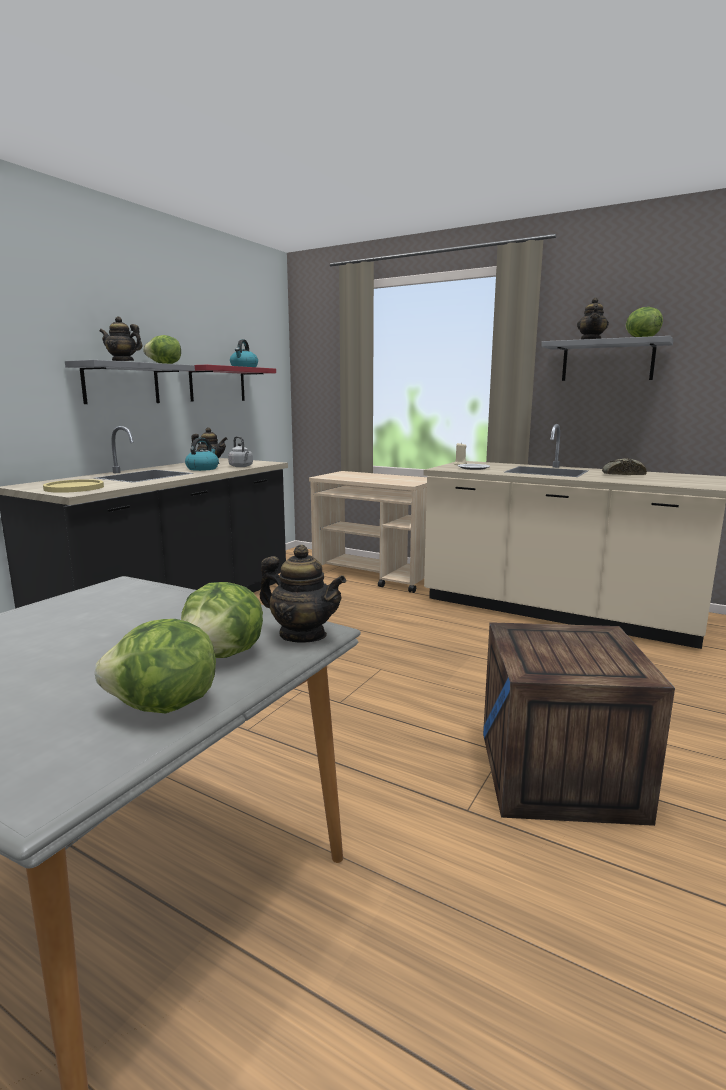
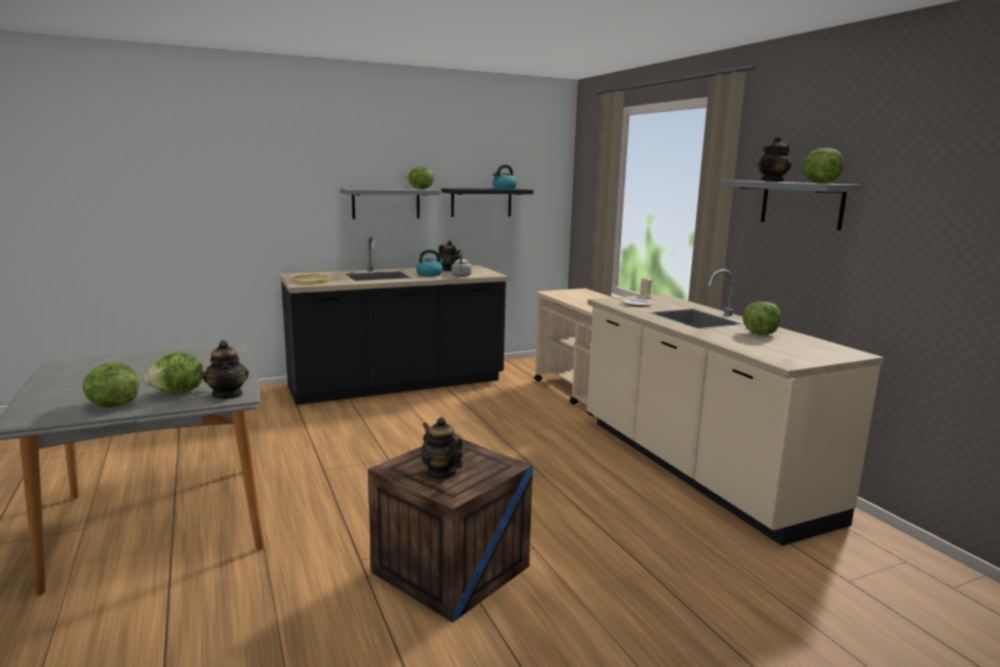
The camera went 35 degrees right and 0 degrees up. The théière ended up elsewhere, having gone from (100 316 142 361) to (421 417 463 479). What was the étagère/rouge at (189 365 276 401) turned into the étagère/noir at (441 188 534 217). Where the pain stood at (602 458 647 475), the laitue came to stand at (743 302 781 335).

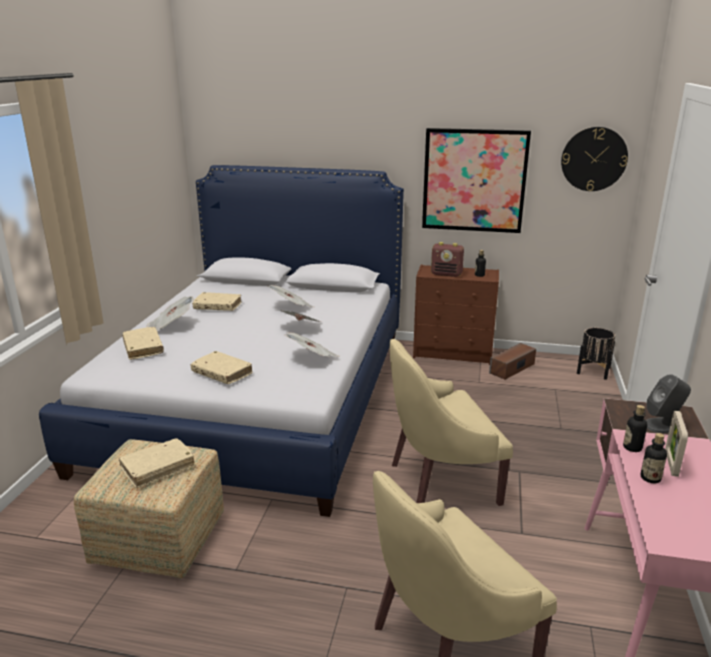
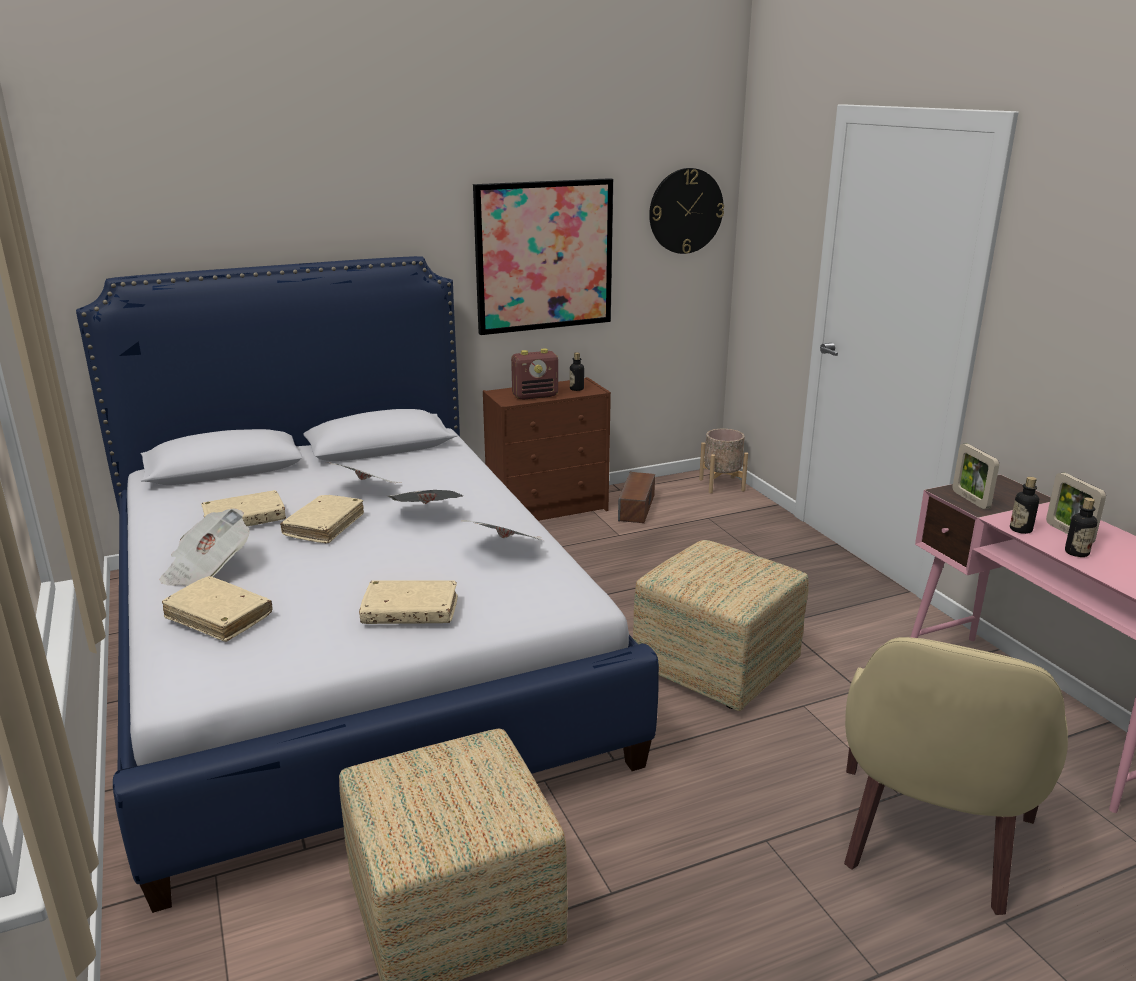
The camera went 35 degrees left and 0 degrees up. The livre/beige ended up elsewhere, having gone from (119 438 195 488) to (280 495 364 543). Where the fauteuil/beige stood at (390 339 513 506), the pouf came to stand at (633 540 809 711). What was the cache-pot/noir at (577 328 615 380) turned into the cache-pot/beige at (699 429 748 493). The second view gained the cadre photo at (953 444 999 509). The second view lost the enceinte/gris at (646 374 691 433).

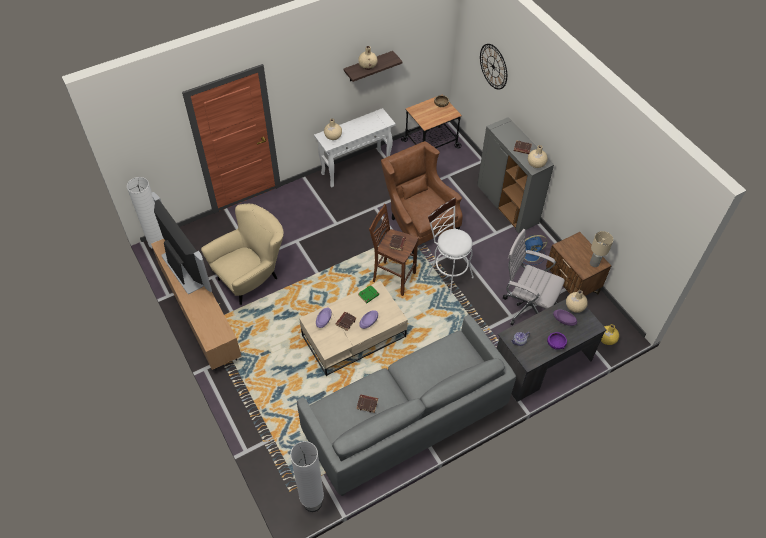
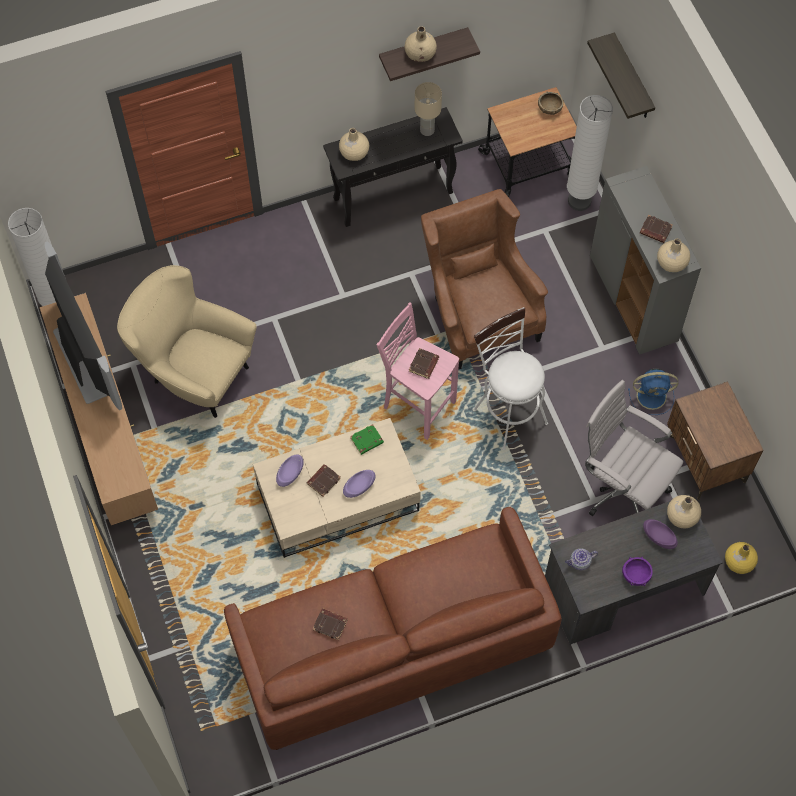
The camera went 10 degrees right and 10 degrees up. The fauteuil/beige at (201 204 284 305) ended up facing another way, 120 degrees counterclockwise from before. What was the canapé/gris at (297 315 516 496) turned into the canapé/marron at (224 507 562 750). What was the table console/blanc at (314 108 396 188) turned into the table console/noir at (323 107 463 227). What was the tabouret/marron at (369 204 418 296) turned into the tabouret/rose at (377 302 459 440). The lampe de table/beige ended up elsewhere, having gone from (590 231 613 267) to (415 82 442 136). The lampadaire/blanc ended up elsewhere, having gone from (290 441 324 512) to (567 95 613 211). Where the horloge murale hung at (480 44 507 90), the étagère came to hang at (587 33 655 119).

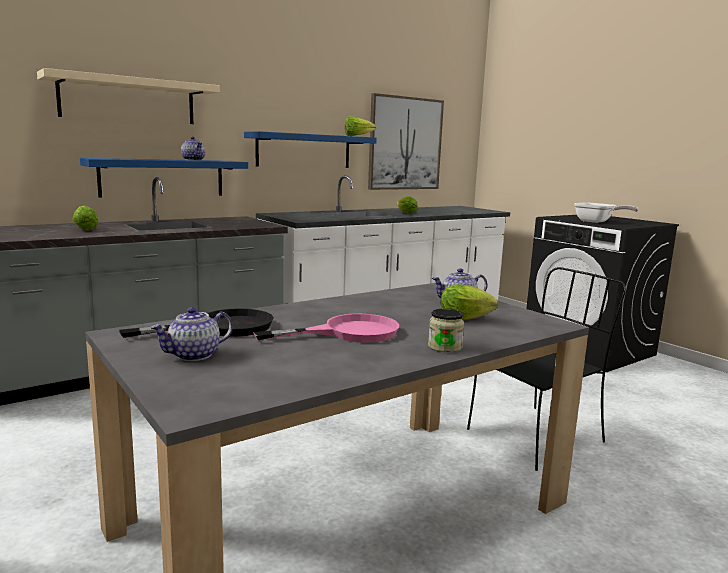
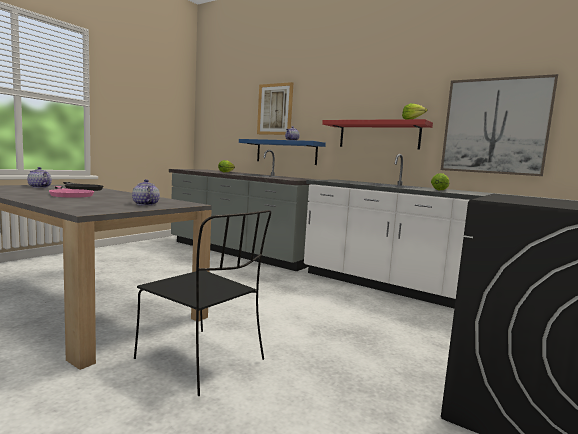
The camera went 70 degrees right and 5 degrees down. Where the étagère/beige hung at (37 68 220 124), the tableau came to hang at (257 82 293 135). What was the étagère/bleu at (244 131 377 168) turned into the étagère/rouge at (322 119 433 149). The second view lost the bocal at (428 309 464 353). The second view lost the laitue at (441 284 498 320). The second view lost the poêle at (574 202 639 223).

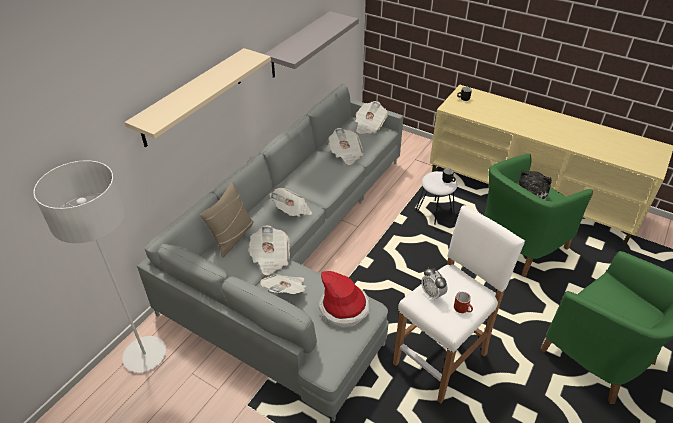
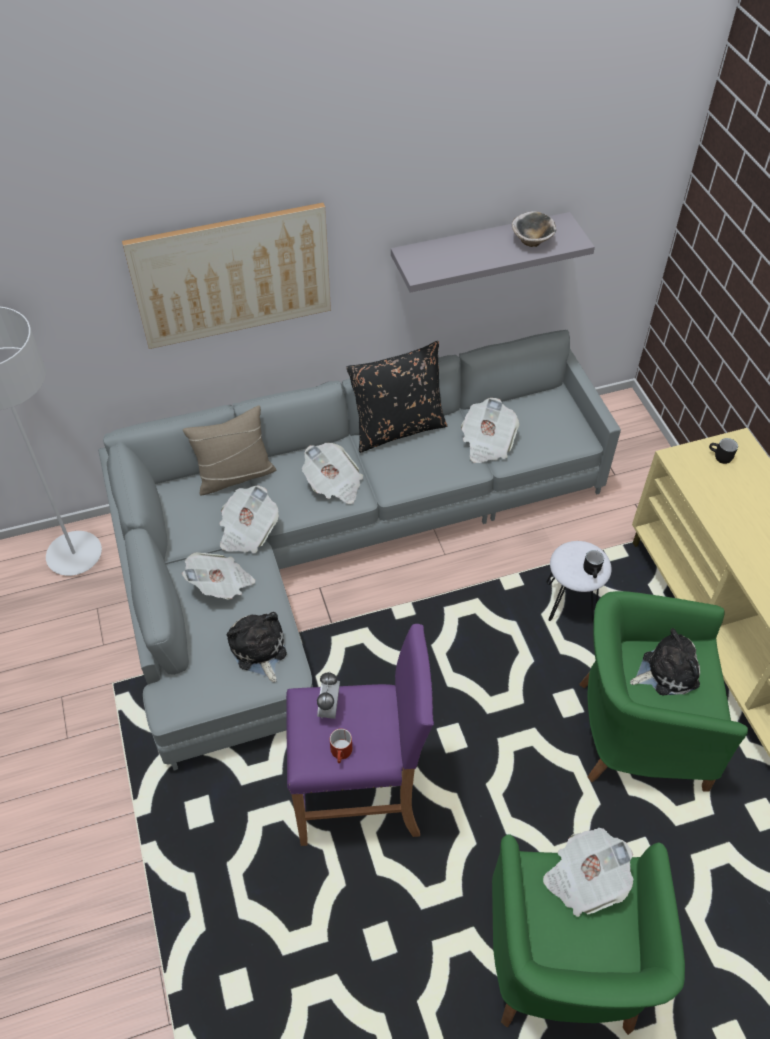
The camera went 40 degrees right and 10 degrees up. Where the étagère/beige hung at (125 48 271 147), the tableau came to hang at (122 203 331 349). Where the chapeau stood at (319 271 370 328), the peluche came to stand at (227 612 287 682). What was the tabouret/blanc at (393 205 525 404) turned into the tabouret/violet at (286 624 434 846). The second view gained the coussin/noir at (346 341 447 453). The second view gained the bol at (512 211 556 247). The journal ended up elsewhere, having gone from (355 101 388 134) to (543 828 634 917).

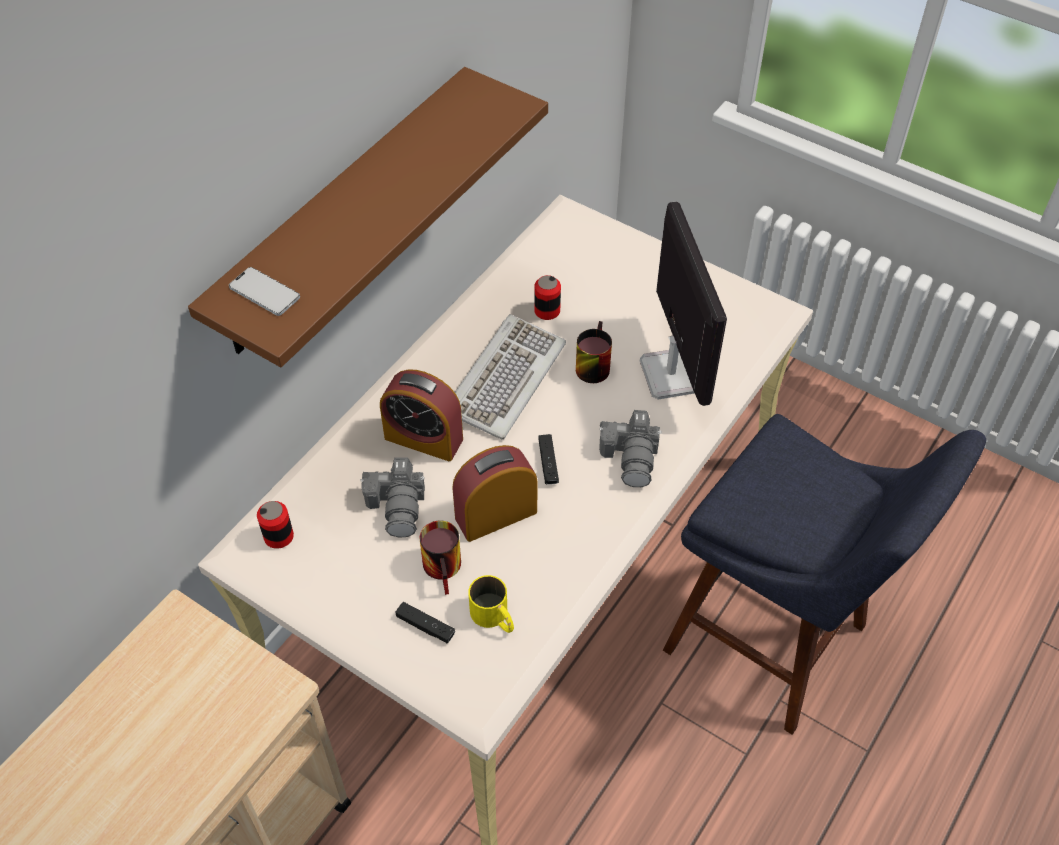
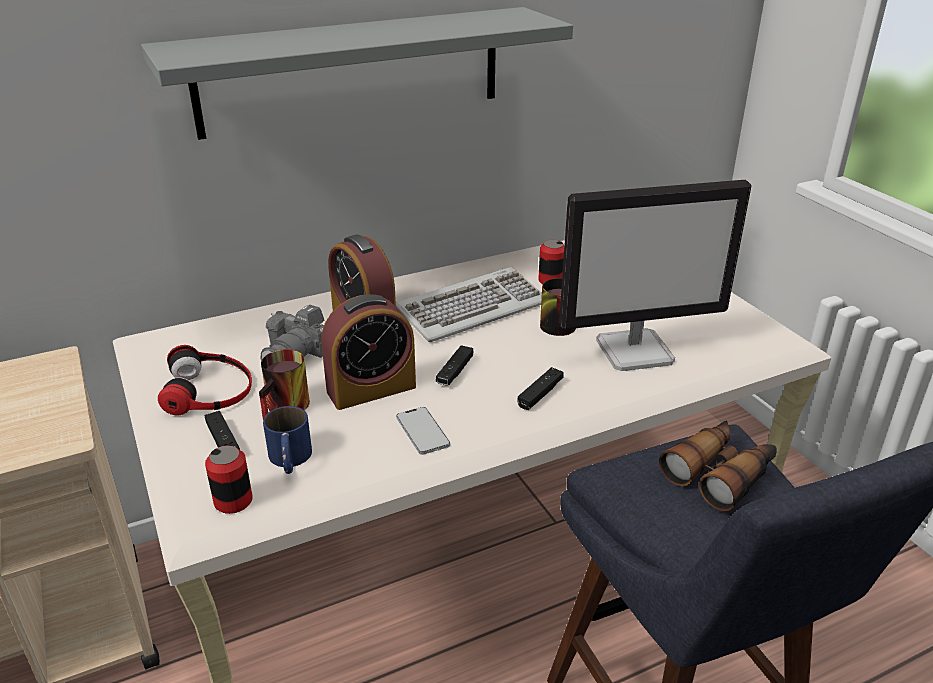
The camera went 30 degrees right and 20 degrees down. What was the étagère/marron at (188 67 548 367) turned into the étagère/gris at (141 7 573 140). The second view gained the casque audio at (158 345 252 415). The boîte métallique ended up elsewhere, having gone from (257 501 294 549) to (205 445 253 514). What was the mug/jaune at (469 575 514 633) turned into the mug/bleu at (263 406 312 474). The réveil at (452 445 538 542) ended up facing another way, 150 degrees clockwise from before. The téléphone ended up elsewhere, having gone from (229 267 300 316) to (396 407 450 455). Where the appareil photo stood at (599 410 662 487), the manette/noir came to stand at (518 367 564 410). The écran d'ordinateur at (640 201 727 406) ended up facing another way, 60 degrees clockwise from before. The second view gained the jumelles at (659 421 777 511).

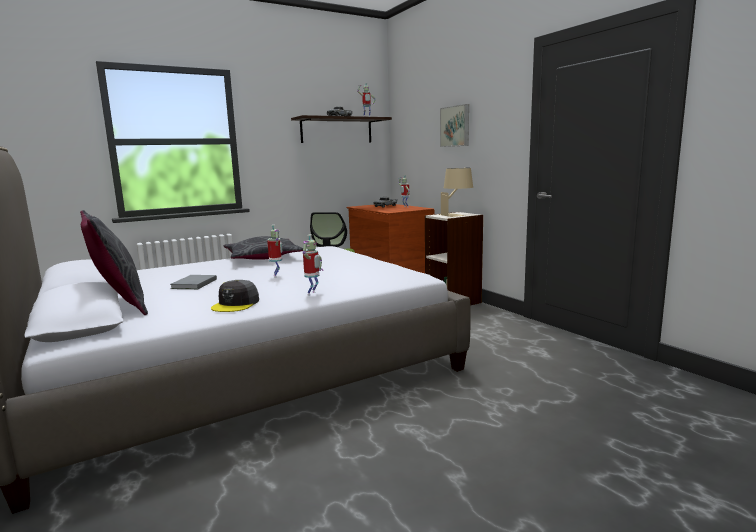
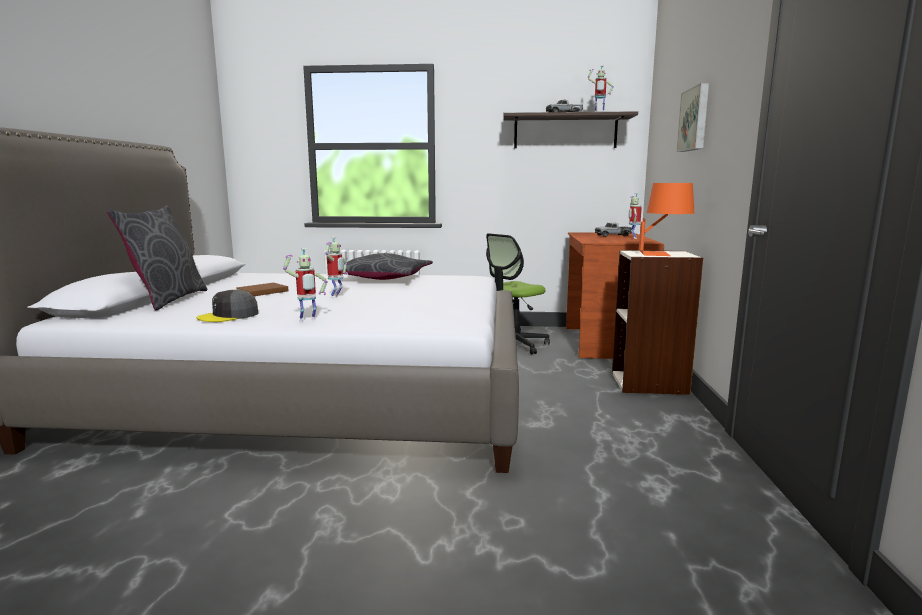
The camera went 35 degrees right and 0 degrees up. What was the livre/gris at (170 275 217 289) turned into the livre/marron at (236 283 288 296). What was the lampe de table/beige at (438 168 473 217) turned into the lampe de table/orange at (639 183 694 256).

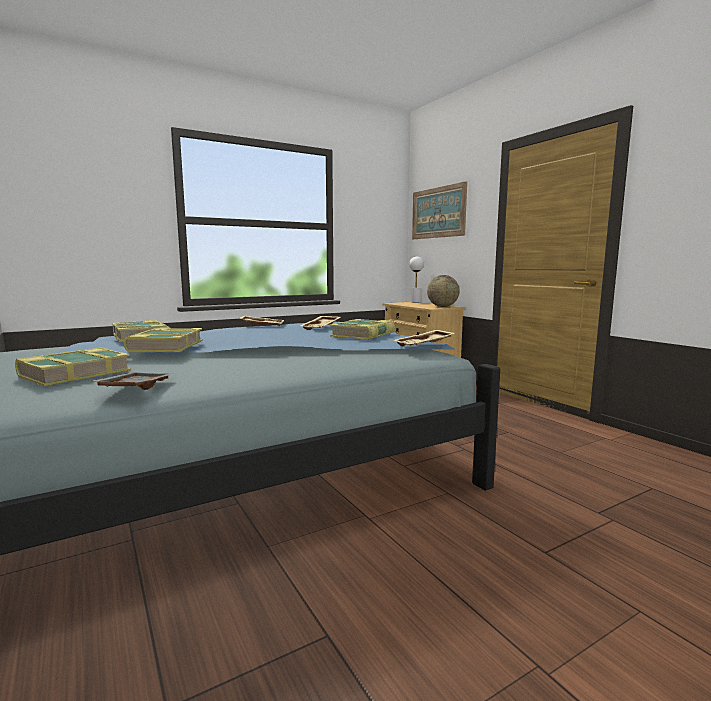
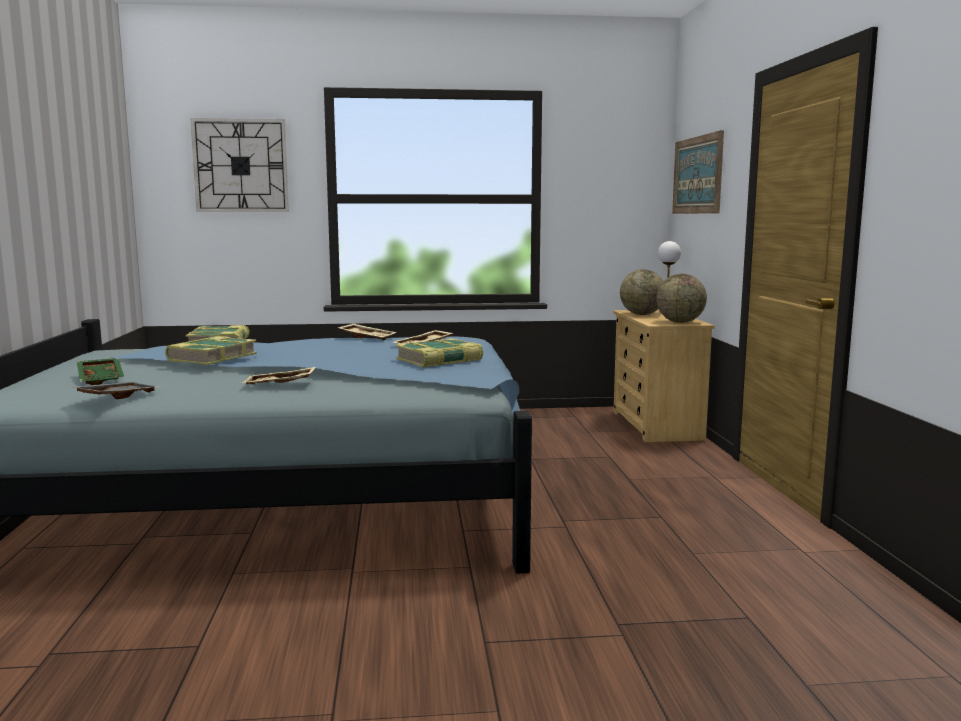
The camera went 25 degrees right and 0 degrees up. Where the livre stood at (15 347 131 386), the plateau/vert came to stand at (77 358 124 385). The second view gained the horloge murale at (190 118 289 212). The plateau/beige ended up elsewhere, having gone from (393 330 455 346) to (241 367 316 385). The second view gained the globe at (620 269 663 315).

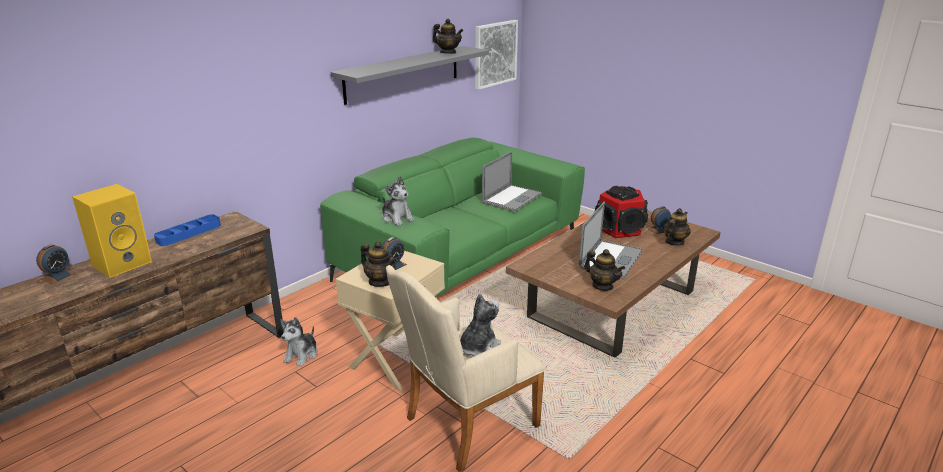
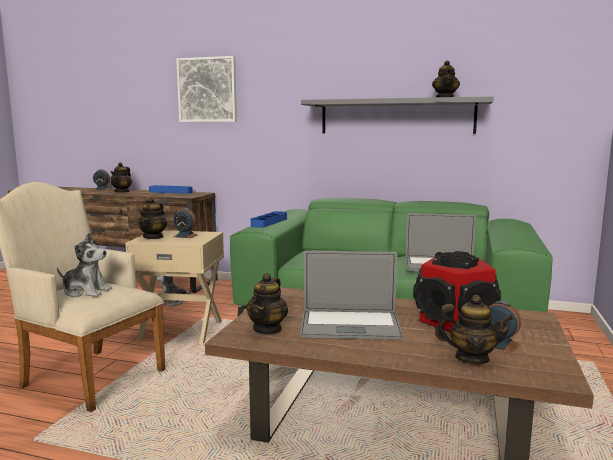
The camera went 65 degrees right and 15 degrees down. Where the enceinte/jaune stood at (72 184 152 278), the théière came to stand at (110 162 132 193). The tableau ended up elsewhere, having gone from (475 20 518 90) to (176 56 237 122). Where the peluche stood at (382 176 415 226), the plateau/bleu came to stand at (251 211 287 228).

